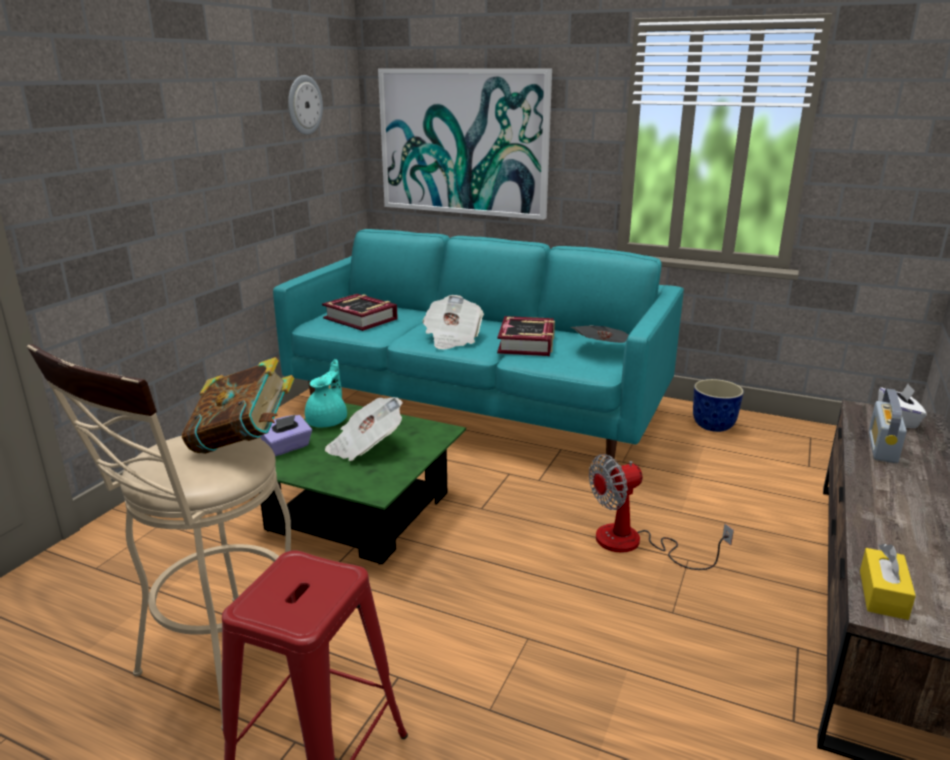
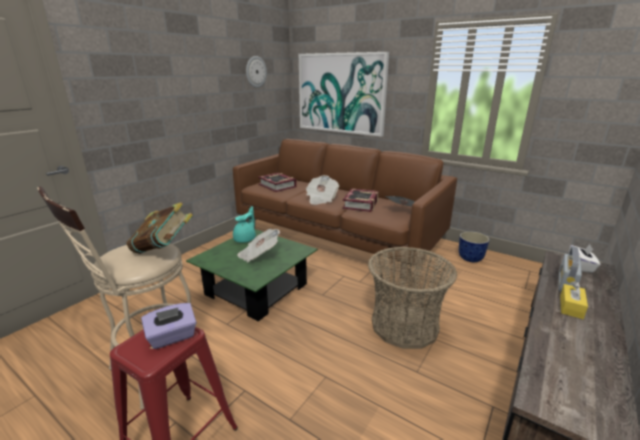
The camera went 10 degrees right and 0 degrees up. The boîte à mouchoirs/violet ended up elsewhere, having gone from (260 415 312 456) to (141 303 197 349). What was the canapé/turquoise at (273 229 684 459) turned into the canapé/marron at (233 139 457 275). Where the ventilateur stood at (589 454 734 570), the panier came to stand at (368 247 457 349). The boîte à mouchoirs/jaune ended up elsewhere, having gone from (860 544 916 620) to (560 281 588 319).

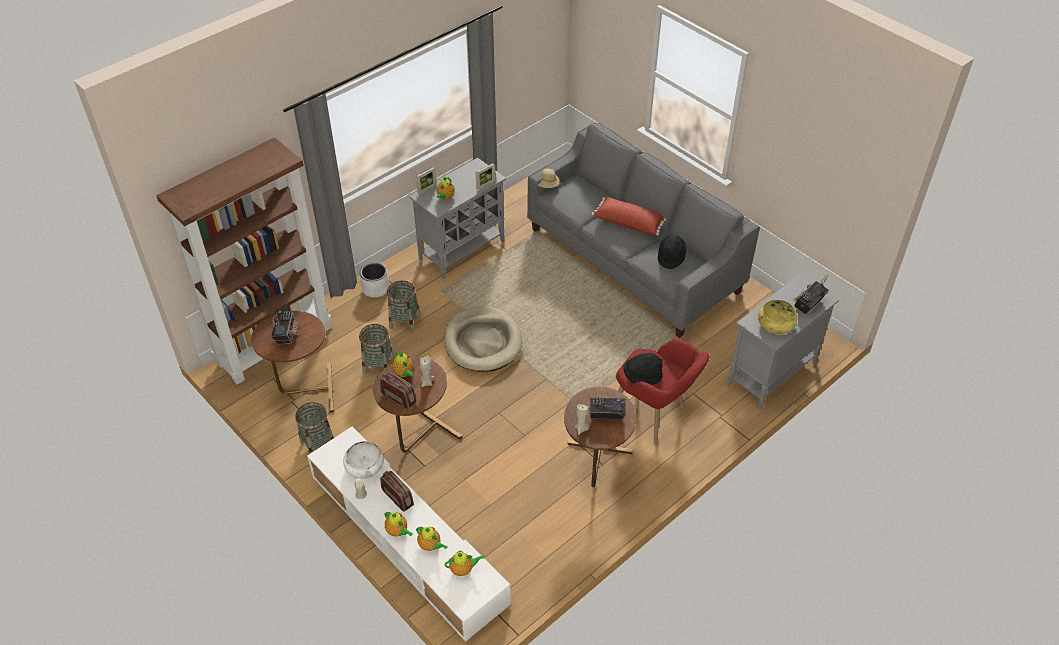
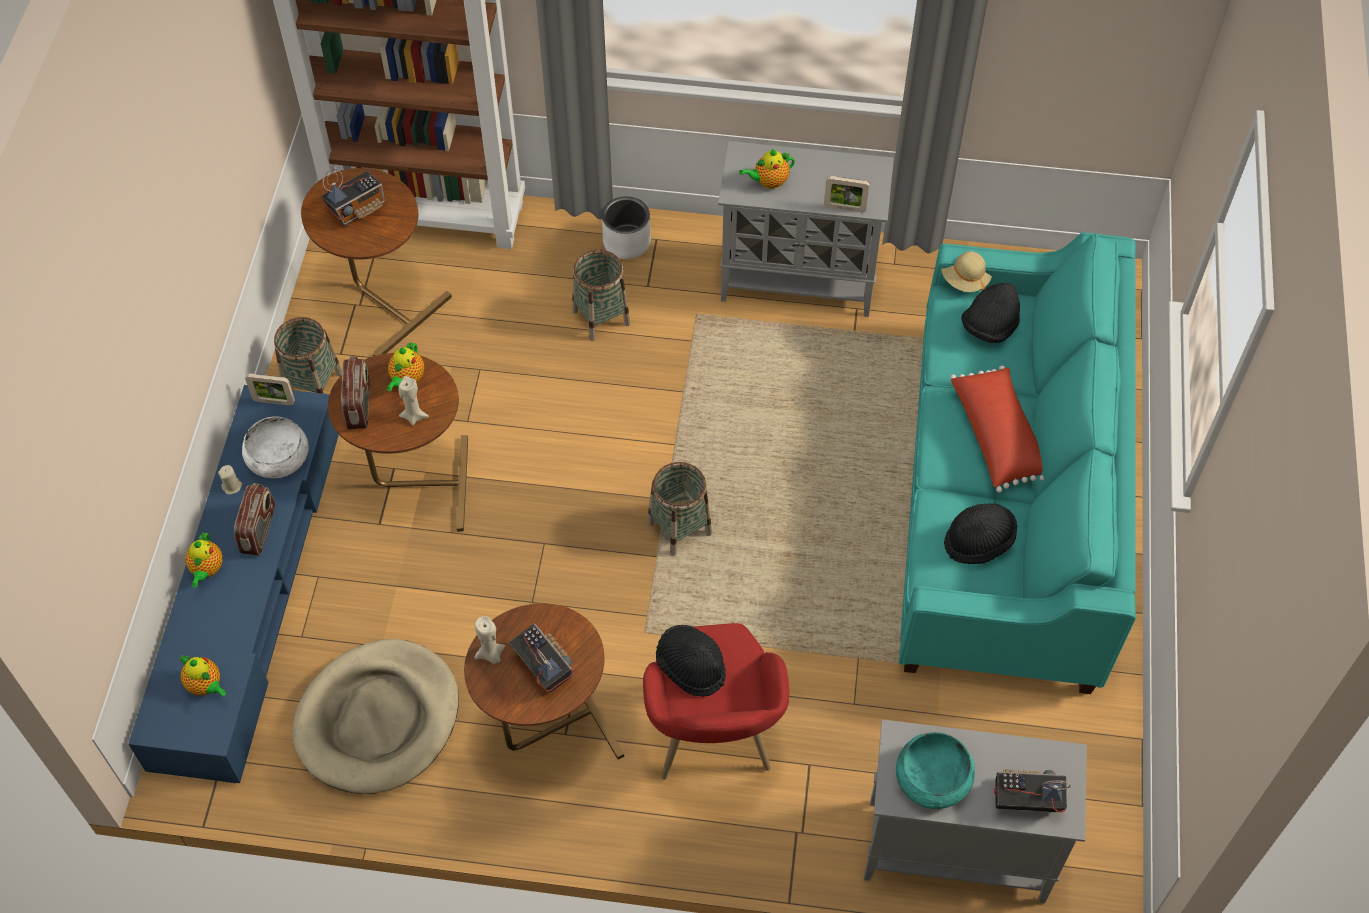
The camera went 50 degrees right and 10 degrees up. What was the meuble télé/blanc at (307 427 511 642) turned into the meuble télé/bleu at (128 385 339 784). The cadre photo ended up elsewhere, having gone from (416 167 437 194) to (245 373 295 406). The panier pour chien/beige ended up elsewhere, having gone from (444 307 522 372) to (292 639 459 794). The panier ended up elsewhere, having gone from (359 324 394 374) to (647 462 712 556). What was the bol/jaune at (758 300 797 334) turned into the bol/turquoise at (896 732 975 809). What was the canapé/gris at (527 122 760 338) turned into the canapé/turquoise at (899 232 1136 694). The second view gained the chapeau/noir at (961 283 1020 343). The second view lost the théière at (416 526 447 551).

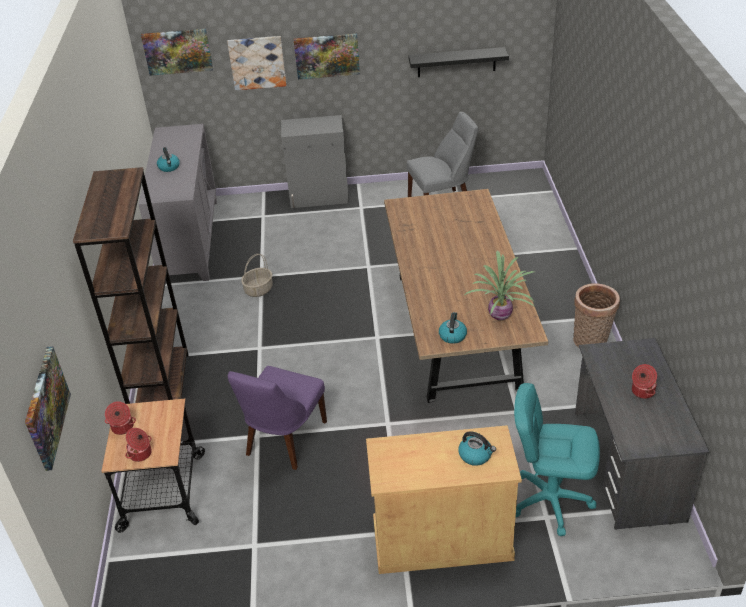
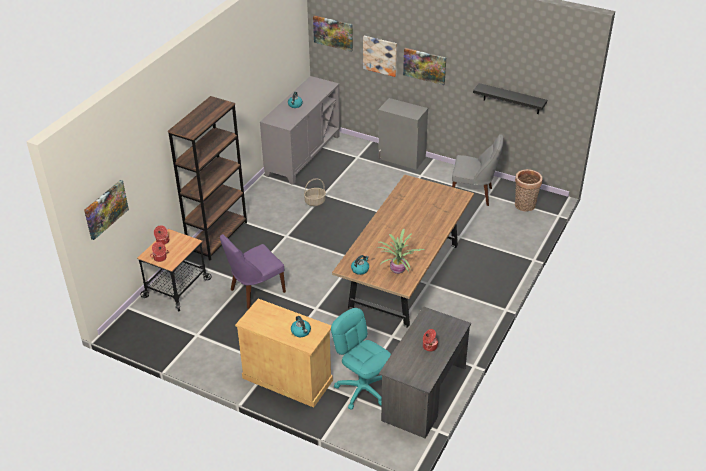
The camera went 30 degrees right and 0 degrees up. The panier ended up elsewhere, having gone from (573 283 620 347) to (515 169 543 211).

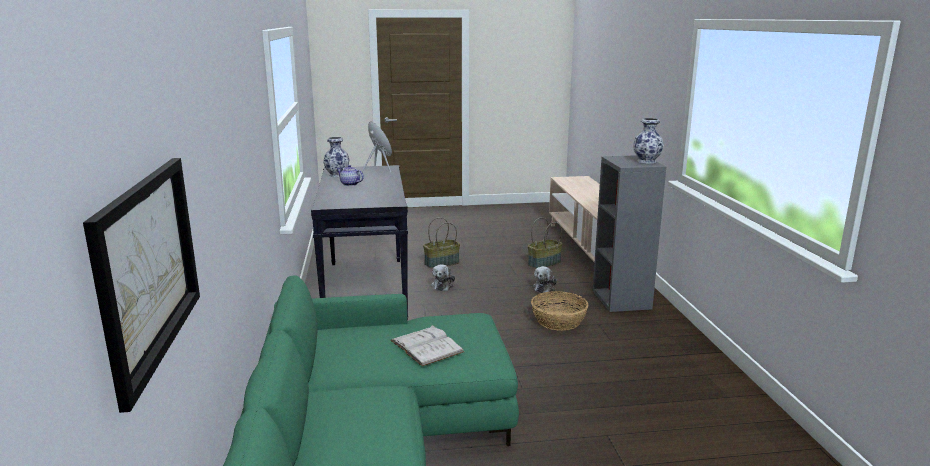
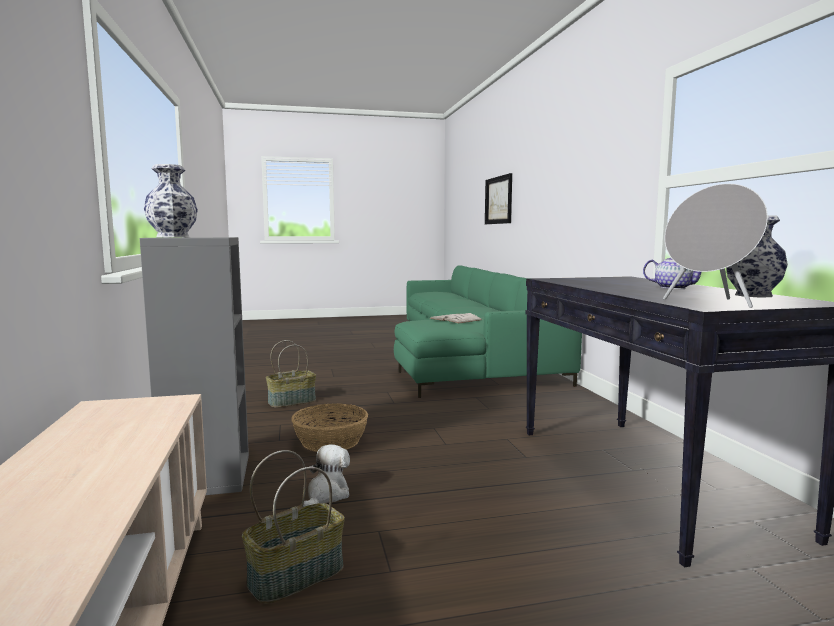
The camera went 175 degrees right and 10 degrees down. The panier ended up elsewhere, having gone from (423 217 460 268) to (266 340 316 408). The second view lost the peluche at (431 264 455 291).

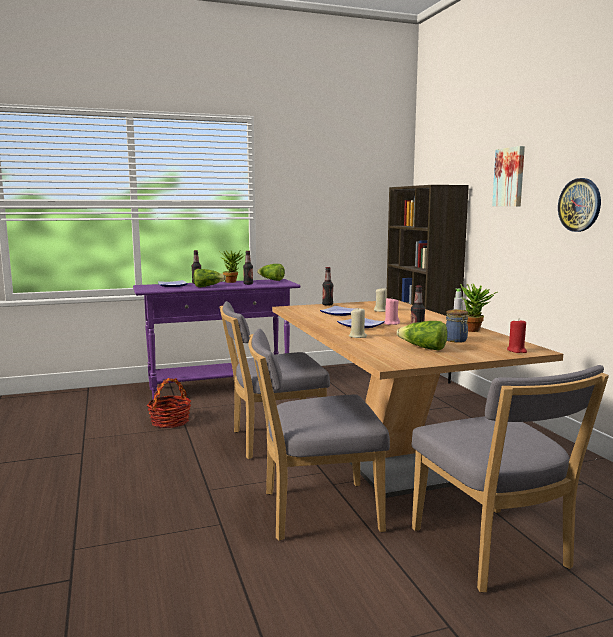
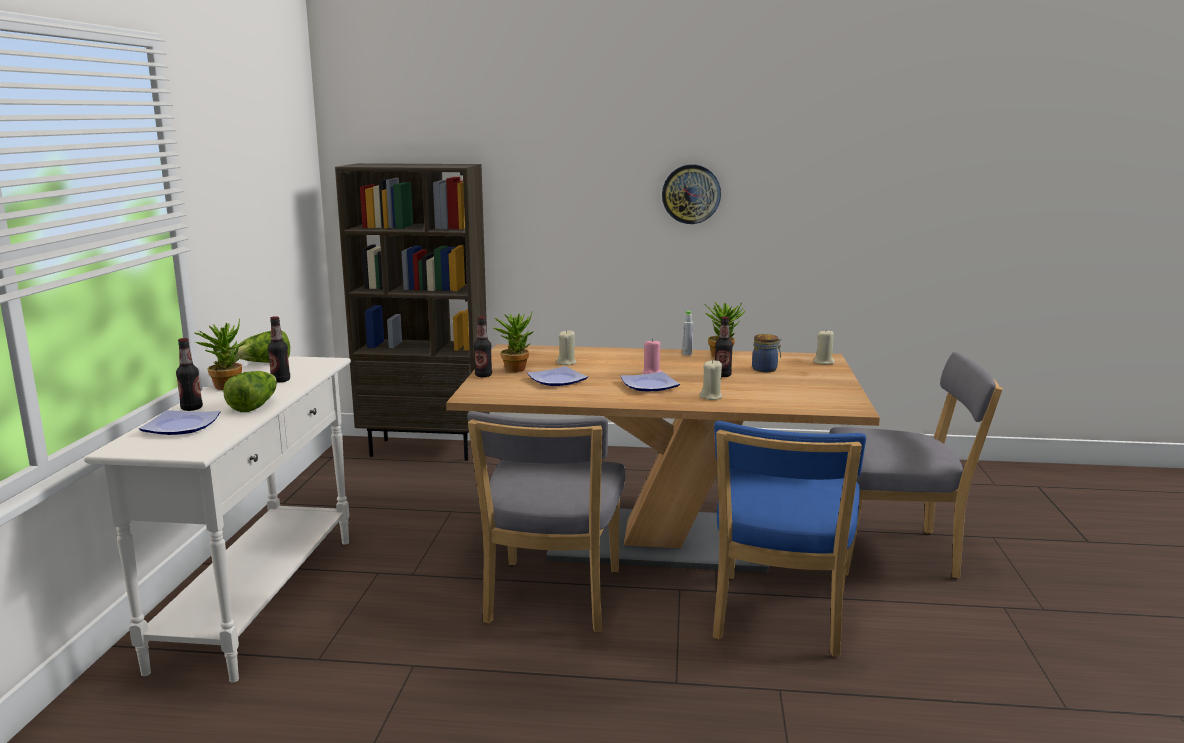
The camera went 65 degrees left and 5 degrees up. What was the table console/violet at (133 279 301 399) turned into the table console/blanc at (84 356 351 683). The second view gained the plante en pot at (492 311 534 372). What was the chaise/gris at (248 328 390 541) turned into the chaise/bleu at (713 421 866 657). What was the bougie/rouge at (507 320 527 353) turned into the bougie/beige at (814 329 835 364). The second view lost the panier at (147 378 191 428). The second view lost the laitue at (397 321 448 351). The second view lost the tableau at (492 146 525 206).

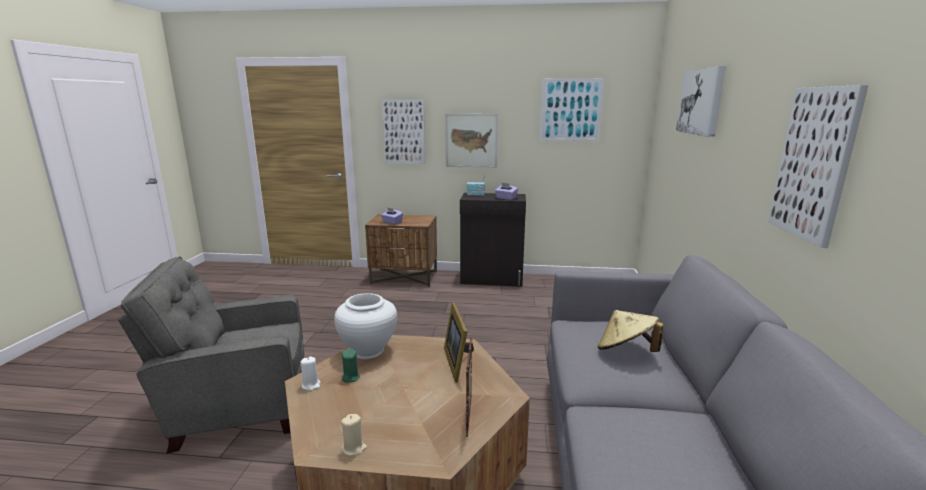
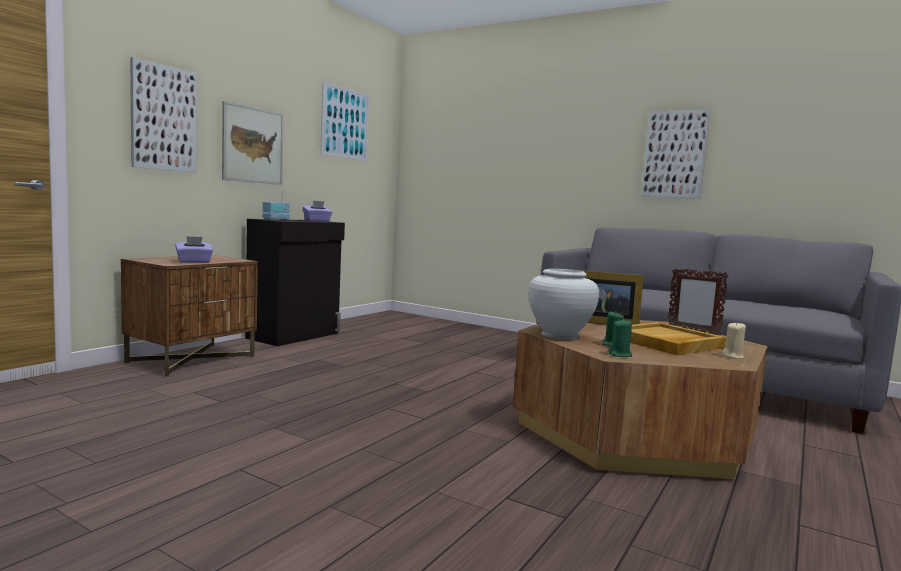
The camera went 65 degrees left and 10 degrees down. What was the bougie/blanc at (301 356 320 391) turned into the bougie/vert at (609 319 632 357). The second view gained the plateau/beige at (630 322 726 355). The second view lost the fauteuil/gris at (118 256 304 454). The second view lost the chapeau/beige at (598 310 664 352). The second view lost the tableau at (676 66 726 137).

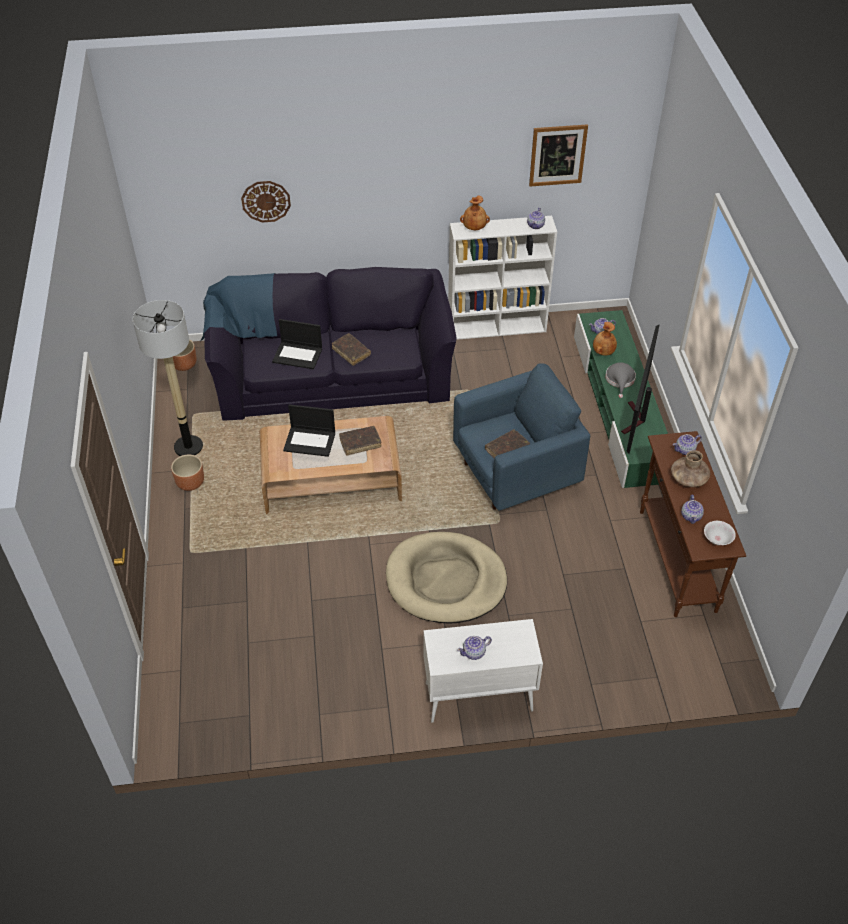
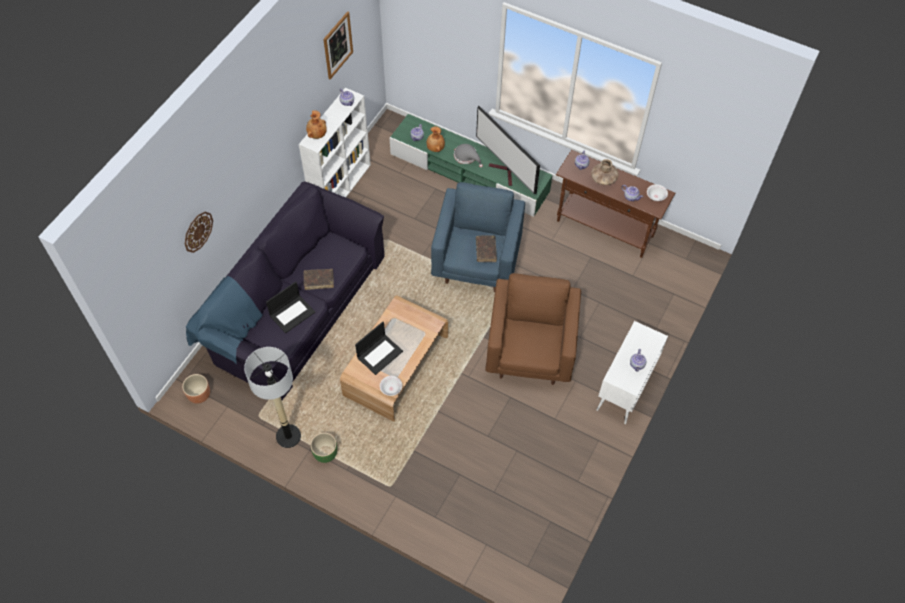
The camera went 55 degrees left and 10 degrees up. What was the cache-pot/marron at (171 455 204 491) turned into the cache-pot/vert at (310 433 337 463). The second view gained the bol/blanc at (380 376 402 396). Where the panier pour chien/beige stood at (386 532 507 624), the fauteuil/marron came to stand at (485 273 581 385). The second view lost the livre/marron at (339 426 381 456).

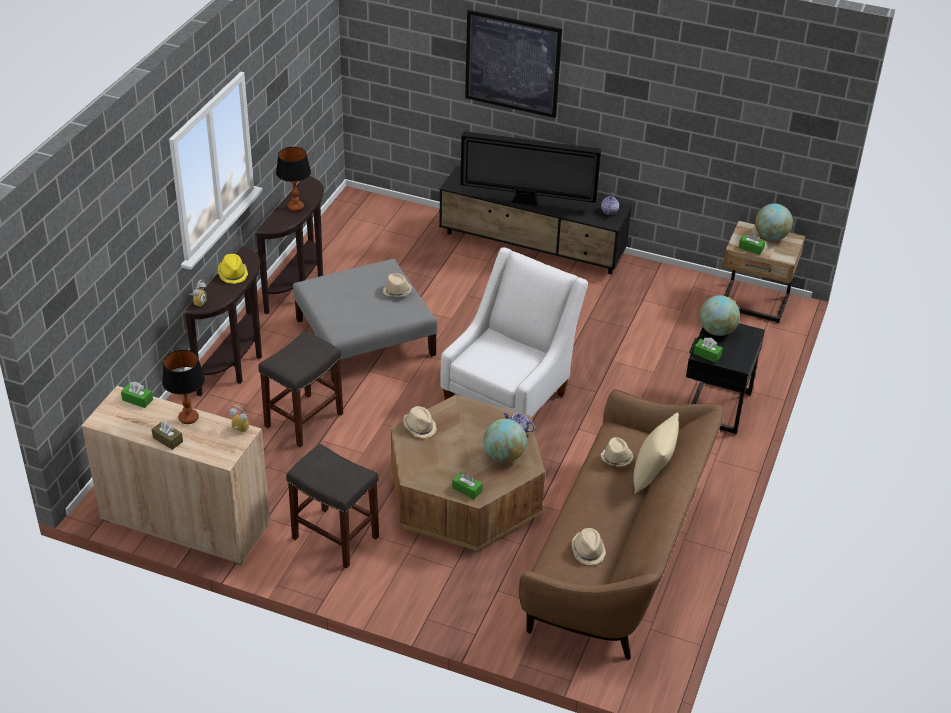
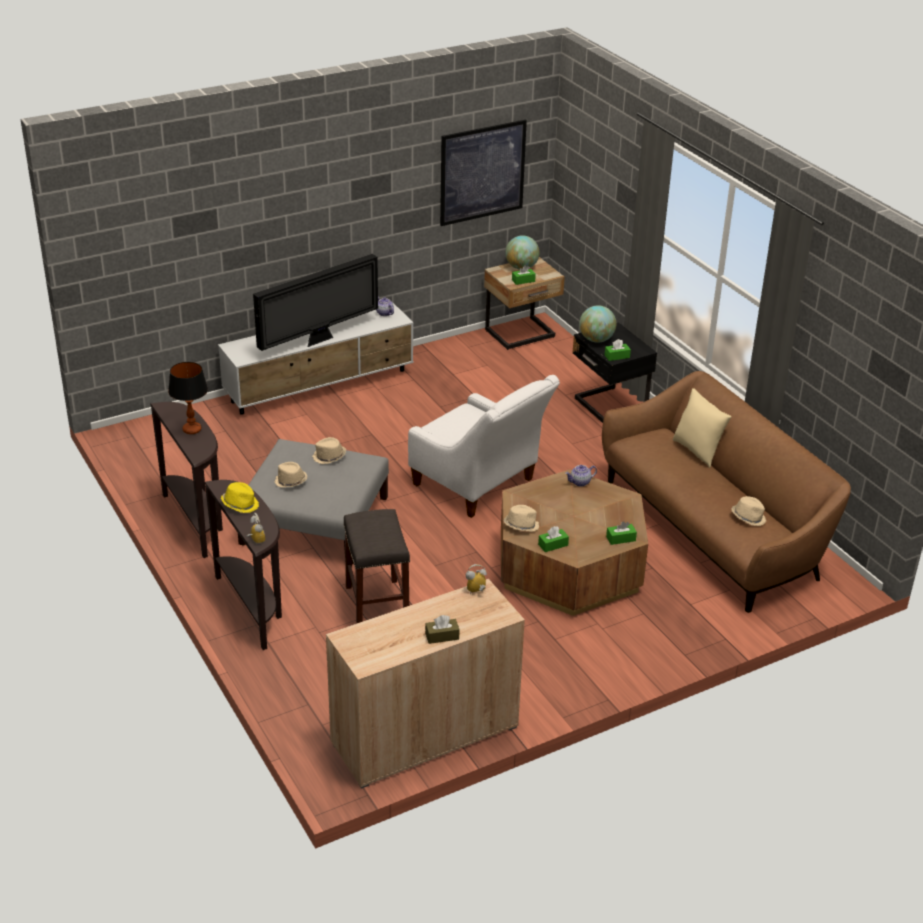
The camera went 50 degrees left and 5 degrees down. What was the meuble télé/noir at (439 166 632 274) turned into the meuble télé/blanc at (218 302 414 415). The chapeau/beige ended up elsewhere, having gone from (600 437 633 467) to (274 462 307 488). The fauteuil/blanc at (441 247 588 417) ended up facing another way, 150 degrees clockwise from before. The tableau ended up elsewhere, having gone from (465 10 562 118) to (440 120 527 226). The boîte à mouchoirs/vert ended up elsewhere, having gone from (121 382 153 408) to (538 526 569 552). The second view lost the lampe de table at (162 350 205 424). The second view lost the tabouret/gris at (286 444 379 569). The second view lost the globe at (483 419 527 463).

